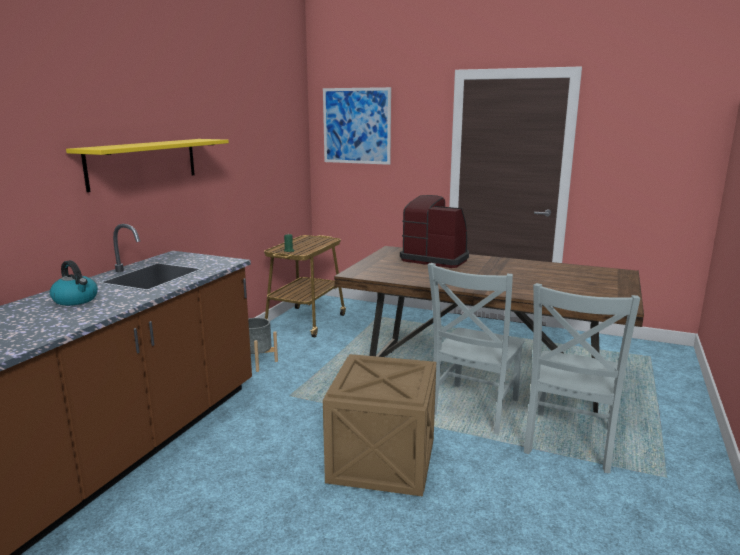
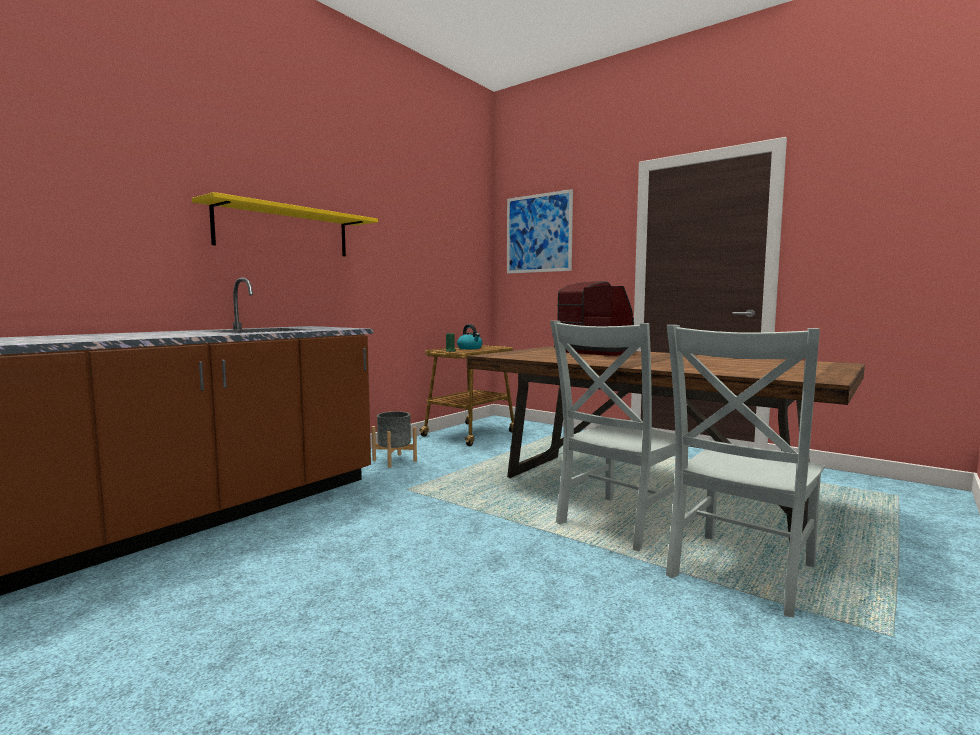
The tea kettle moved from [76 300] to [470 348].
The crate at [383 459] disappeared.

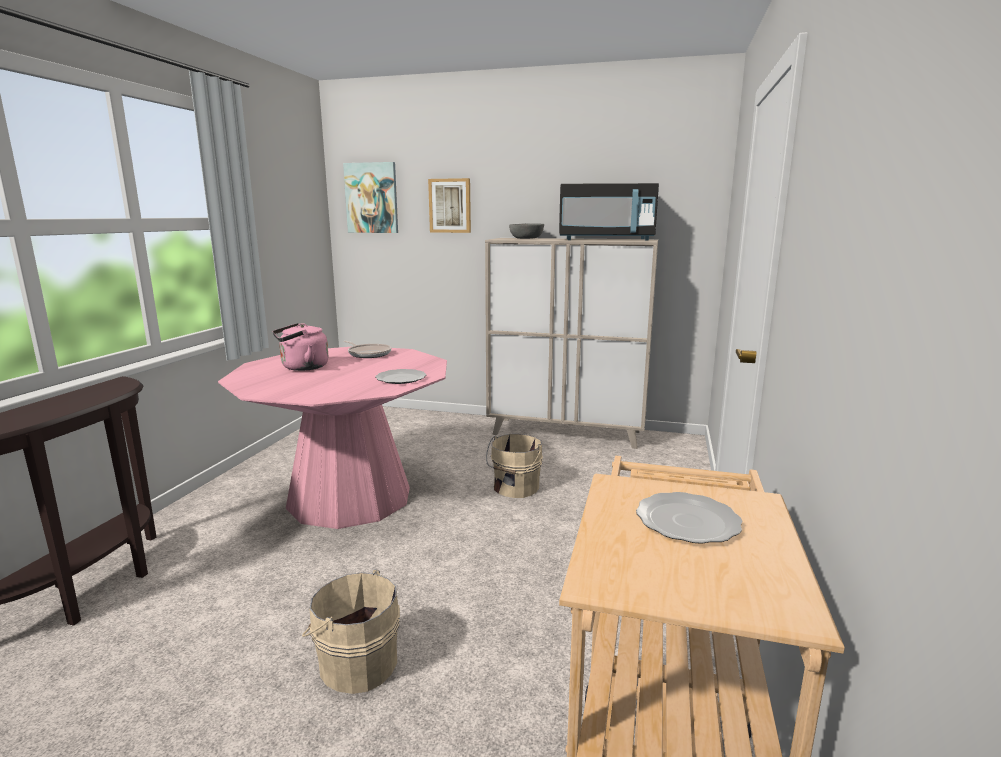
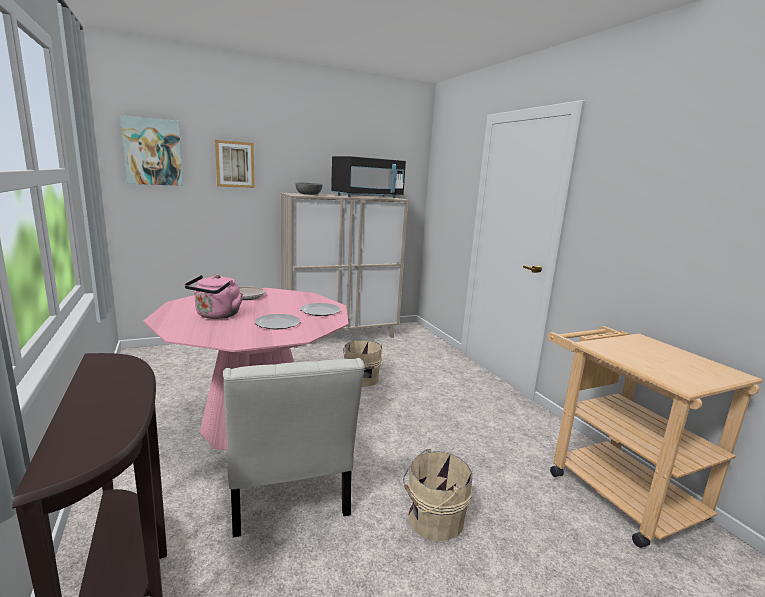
The dinner plate moved from [686 521] to [277 323].
The white-coloured upright chair at [287 493] appeared.

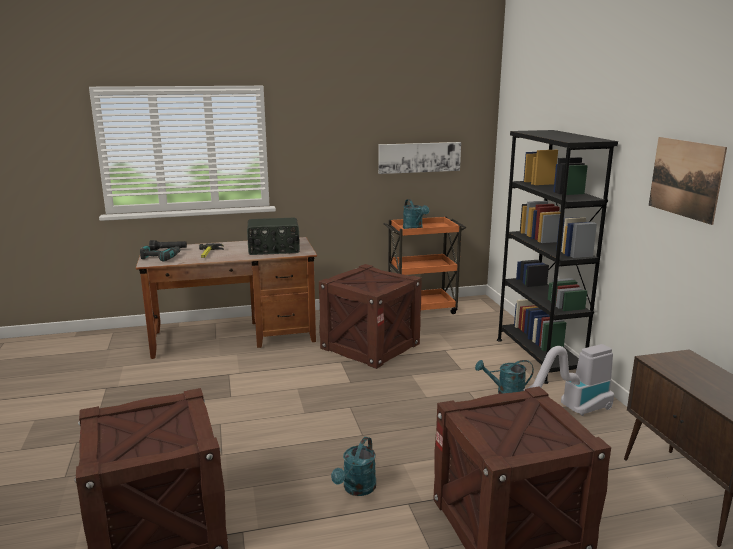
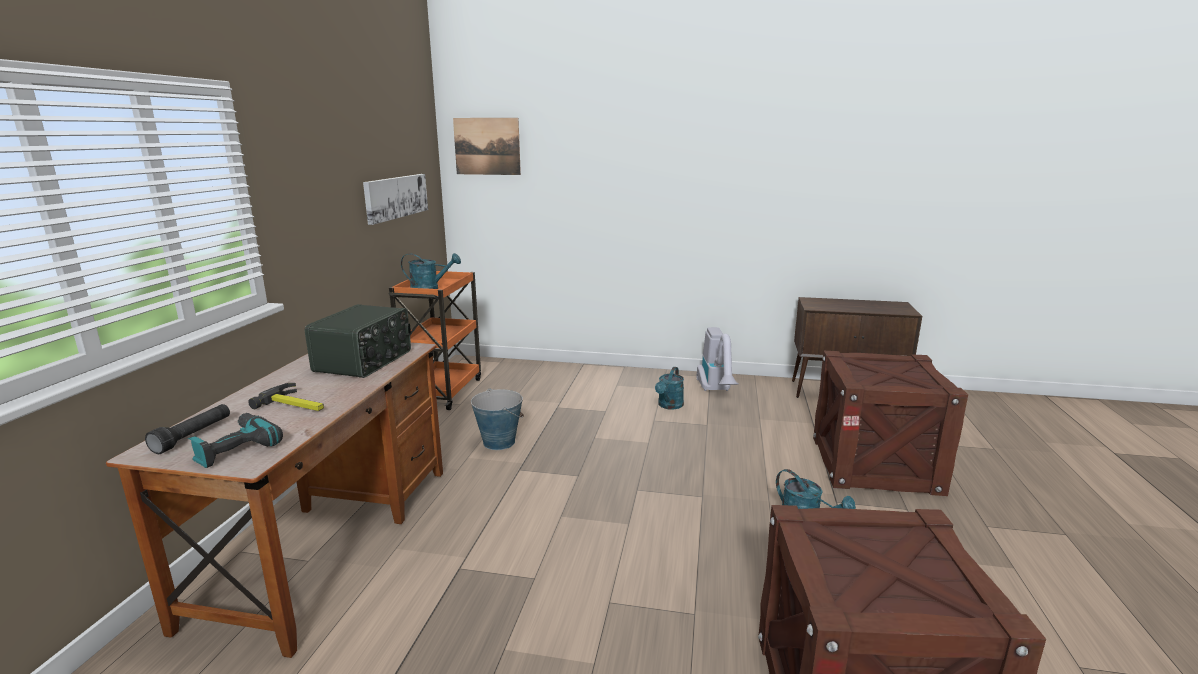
The crate at [370 346] was replaced by the pail at [499 442].
The black-coloured shelving unit at [538 357] disappeared.
The picture moved from [685 178] to [487 146].

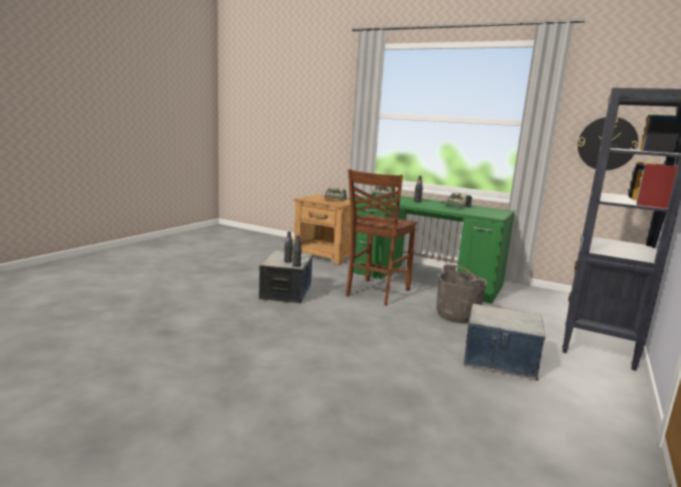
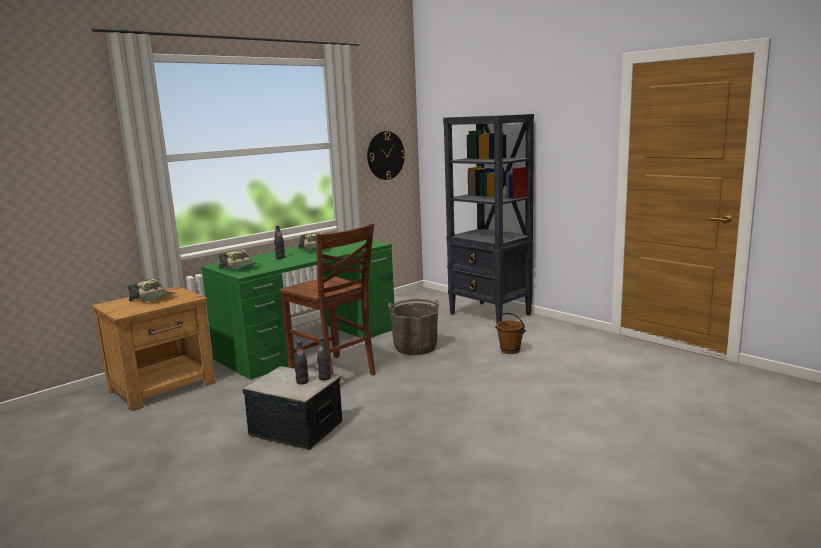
The storage bin at [499 361] was replaced by the brown-coloured pail at [510 350].

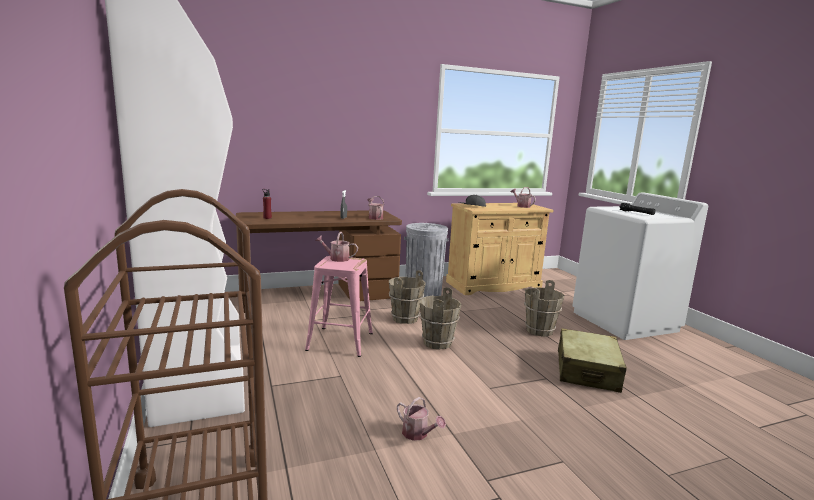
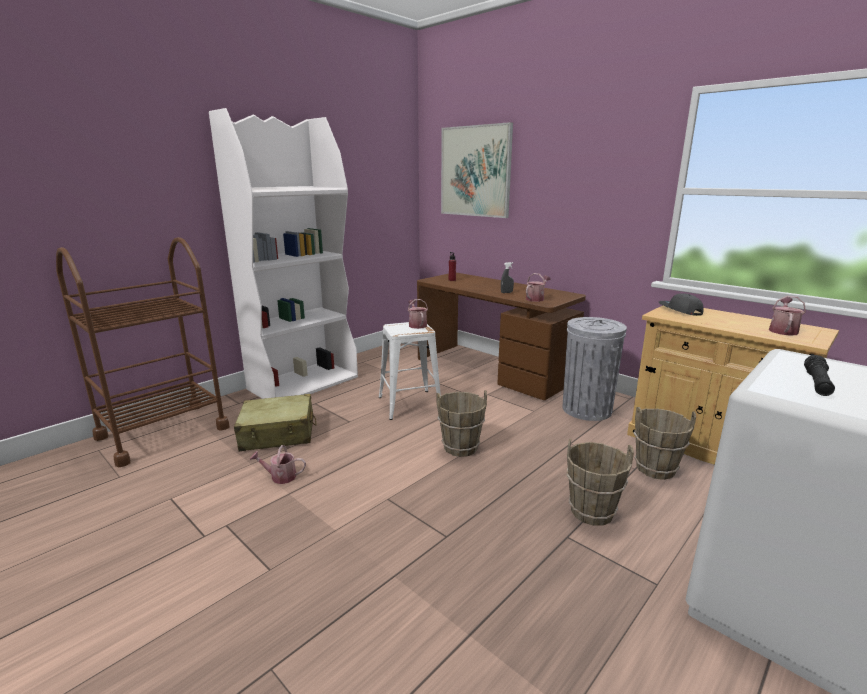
The pink-coloured sitting stool at [339 341] became the white-coloured sitting stool at [409 404].
The brown-coloured pail moved from [404 318] to [655 469].
The sprinkling can at [418 434] turned 75 degrees clockwise.
The beige-coloured piece of luggage moved from [587 371] to [278 434].
The picture at [475 171] appeared.

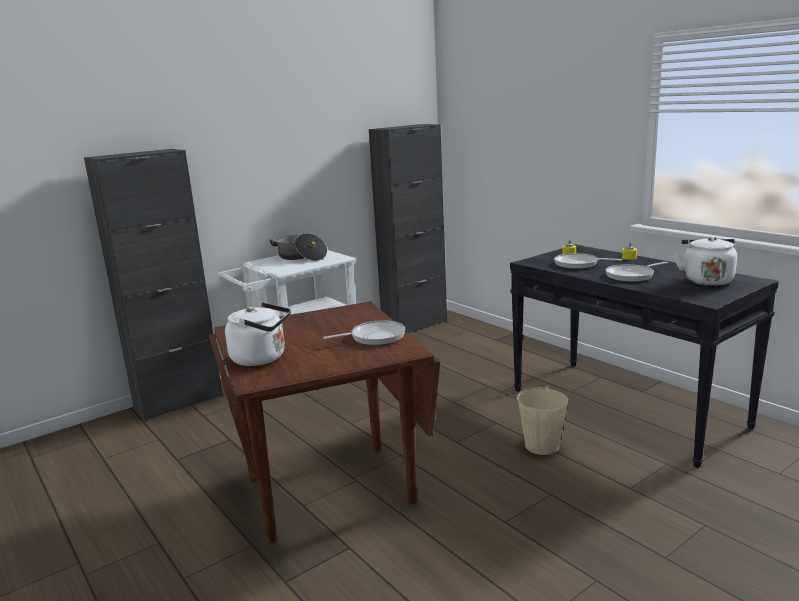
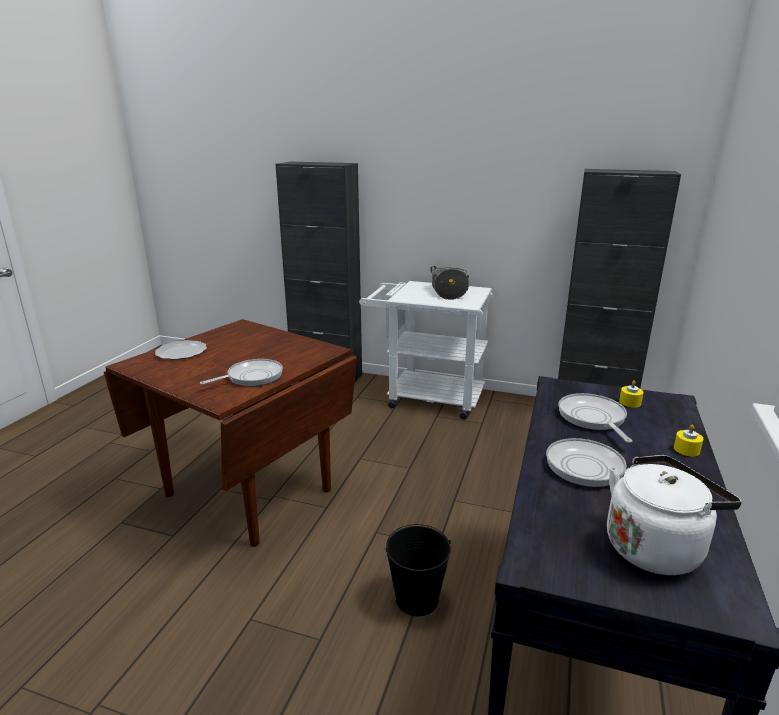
The white-coloured tea kettle at [262 358] was replaced by the dinner plate at [181 352].
The pan at [374 337] turned 75 degrees counterclockwise.
The beige-coloured pail at [542 446] became the black-coloured pail at [417 599].

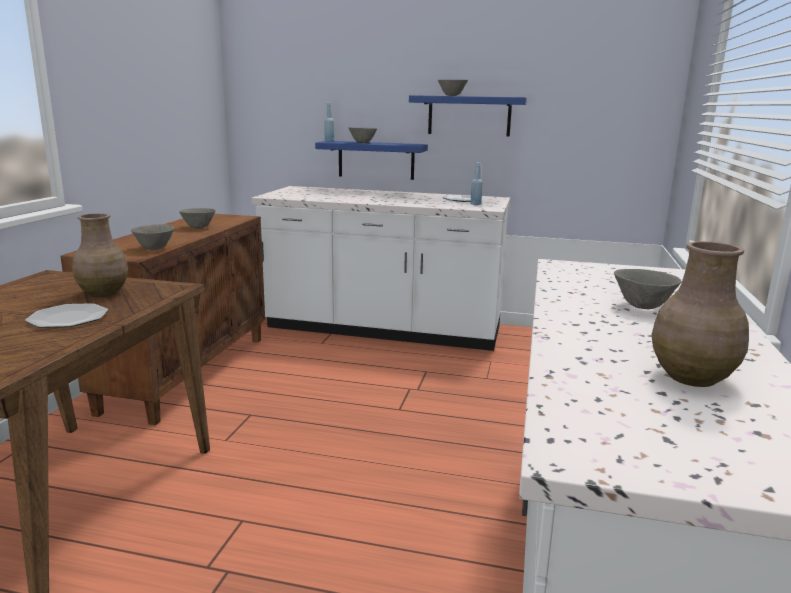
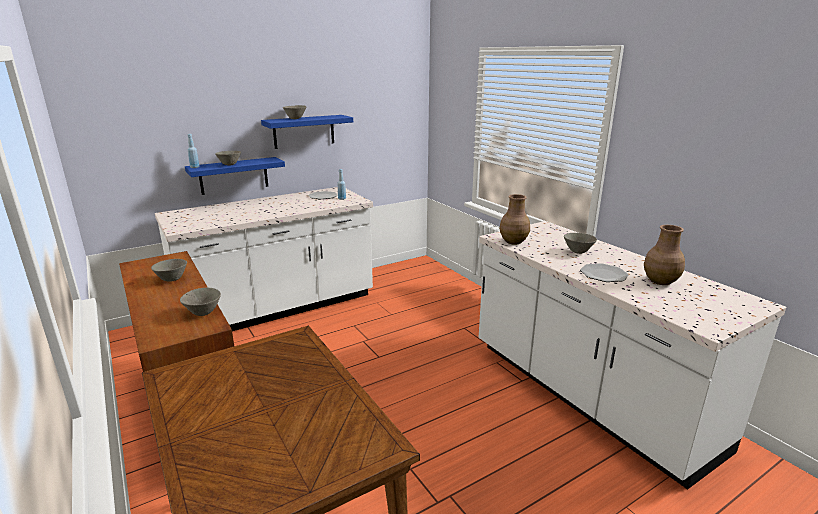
The dinner plate moved from [68 318] to [603 274].
The brown-coloured decorative vase moved from [104 293] to [513 241].

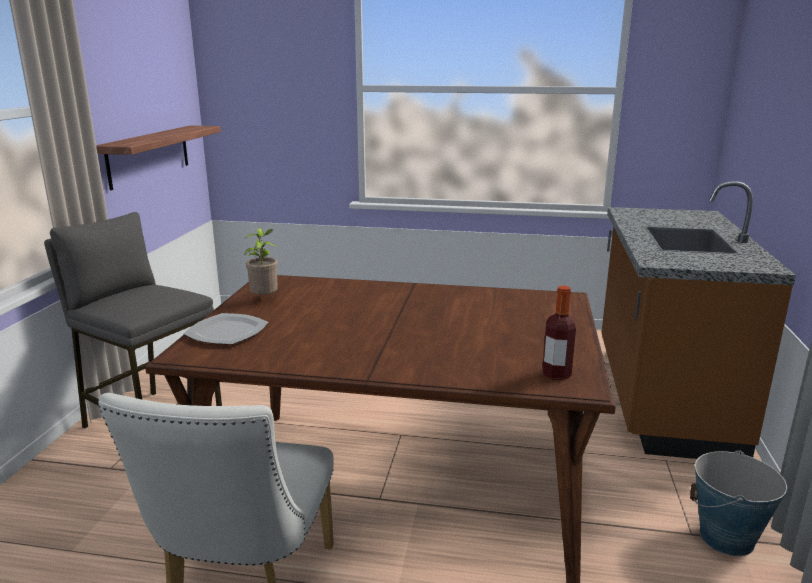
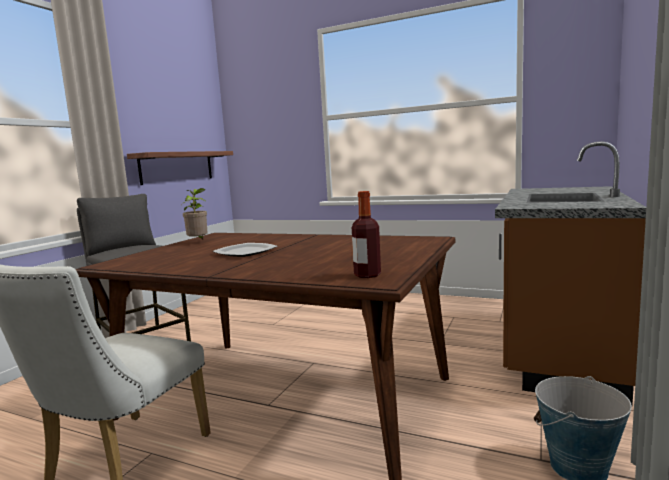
The dinner plate moved from [228 332] to [246 252].

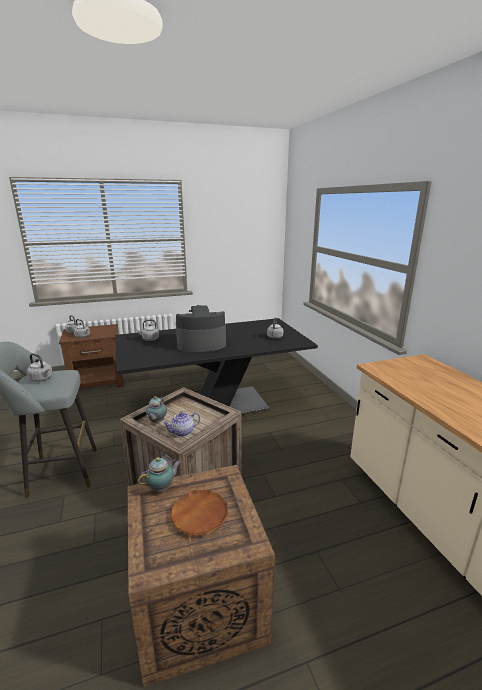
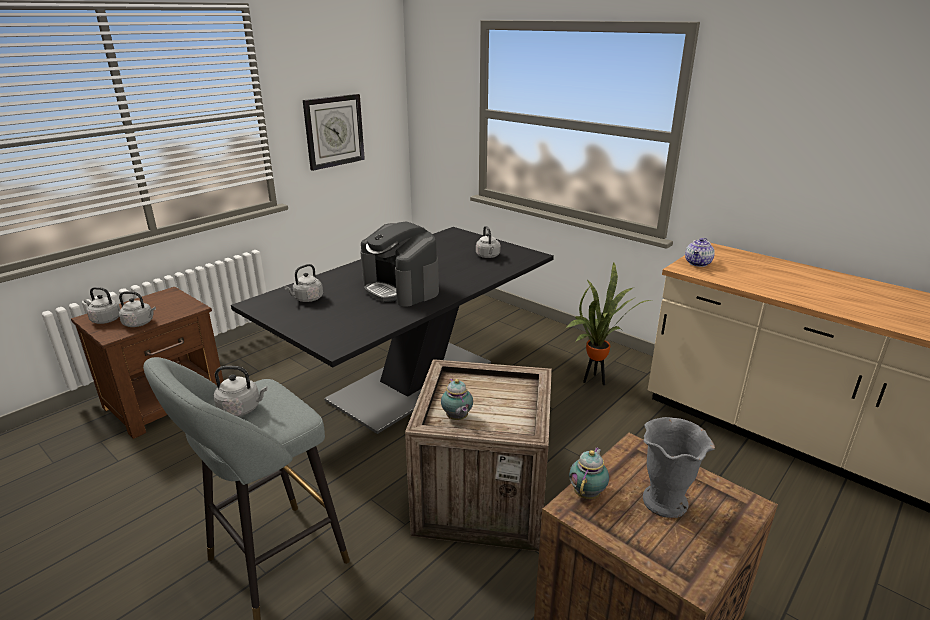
The tea pot moved from [182 432] to [698 263].
The brown-coloured dinner plate at [199 515] was replaced by the greyish decorative vase at [665 501].
The coffee brewer at [201 344] turned 90 degrees counterclockwise.
The hanging clock at [334 131] appeared.
The plant in a pot at [595 380] appeared.

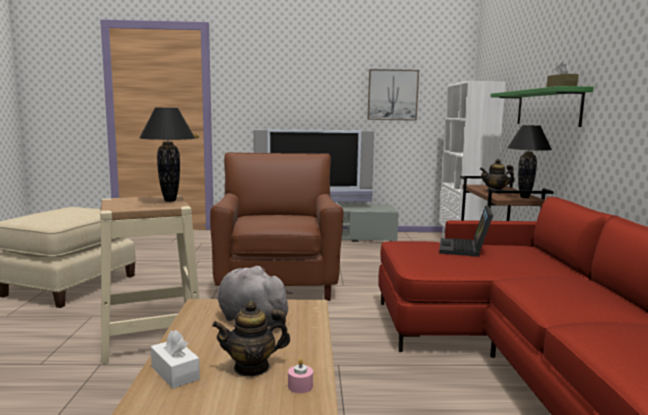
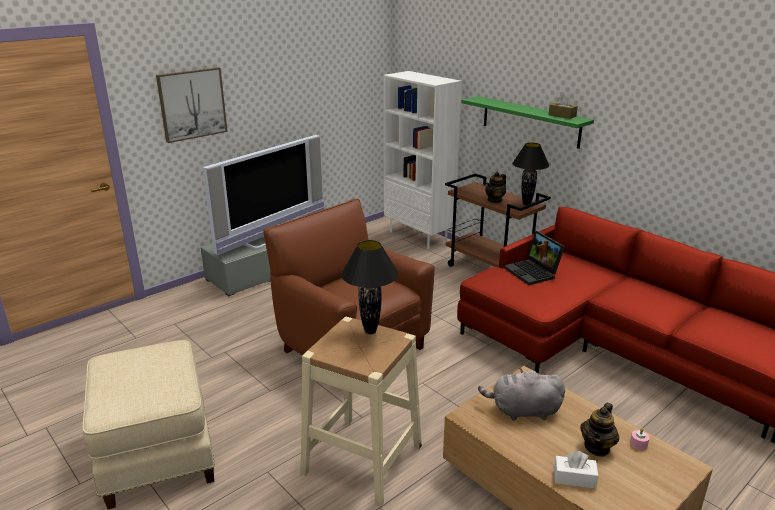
The picture moved from [392 95] to [192 104].

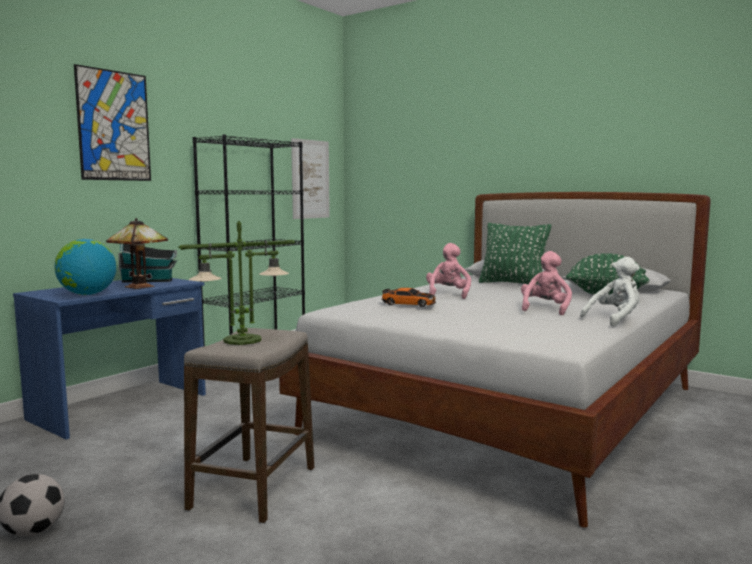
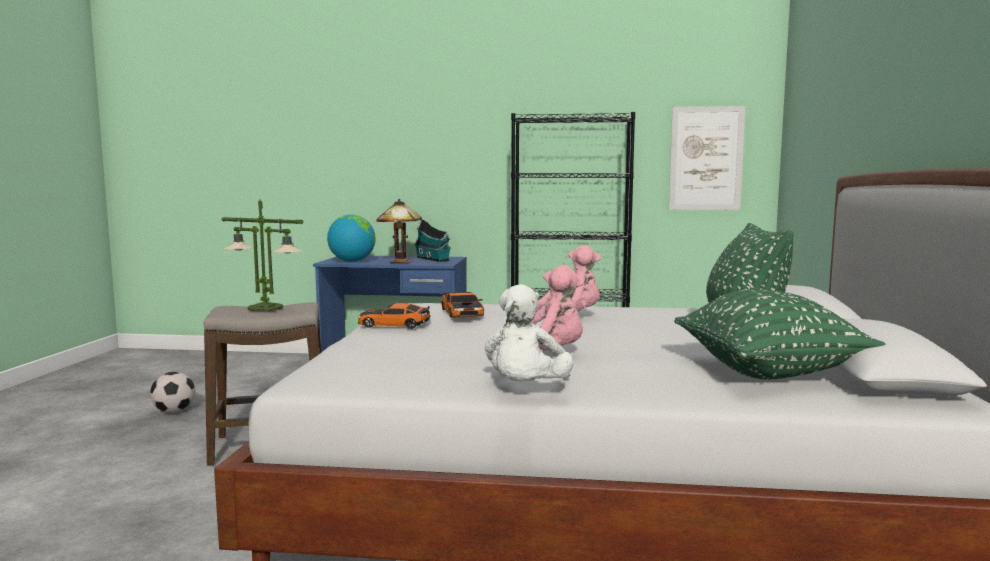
The picture at [114 126] disappeared.
The white-coloured plush toy at [615 319] turned 75 degrees clockwise.
The miniature car at [394 324] appeared.

